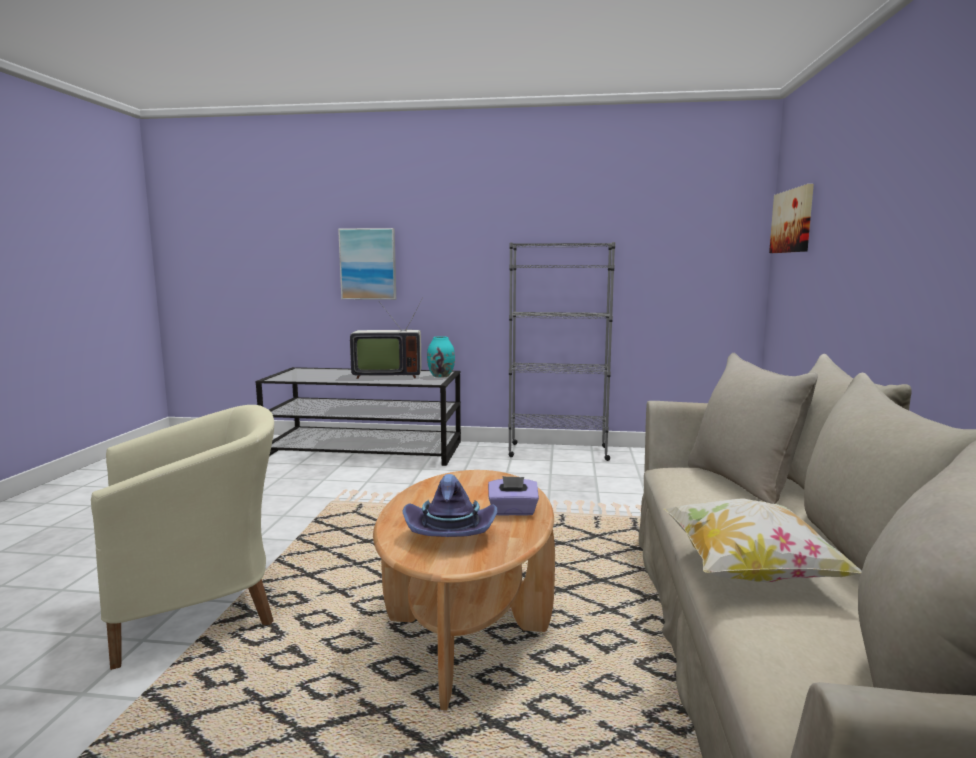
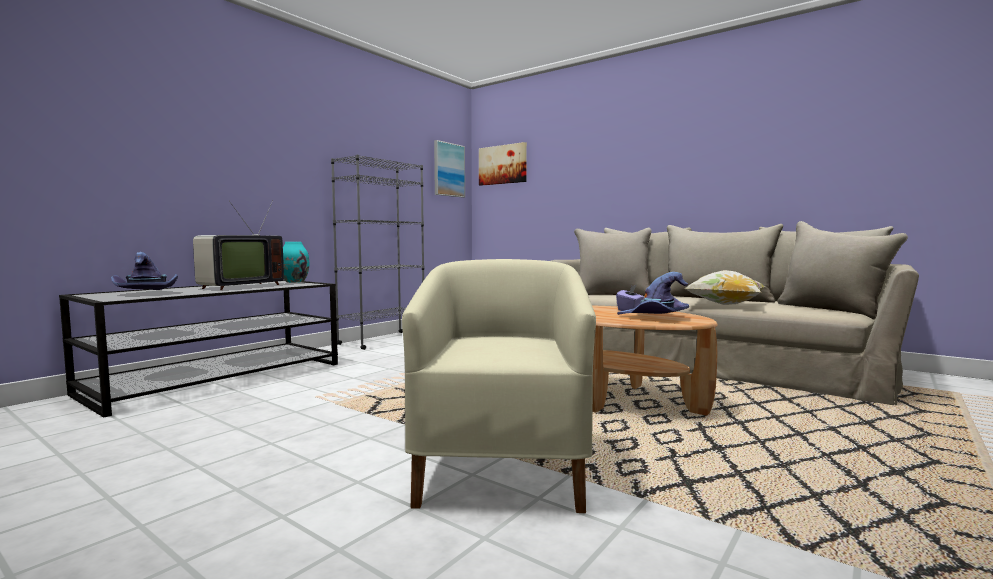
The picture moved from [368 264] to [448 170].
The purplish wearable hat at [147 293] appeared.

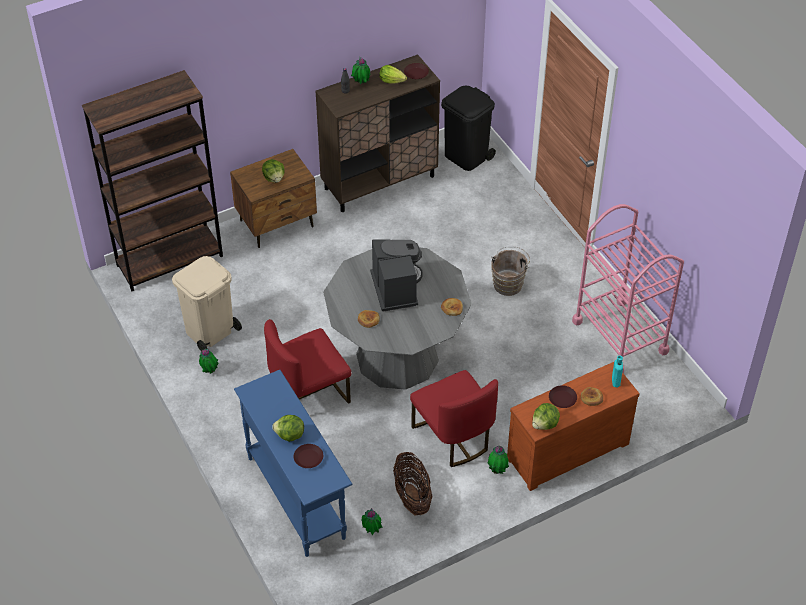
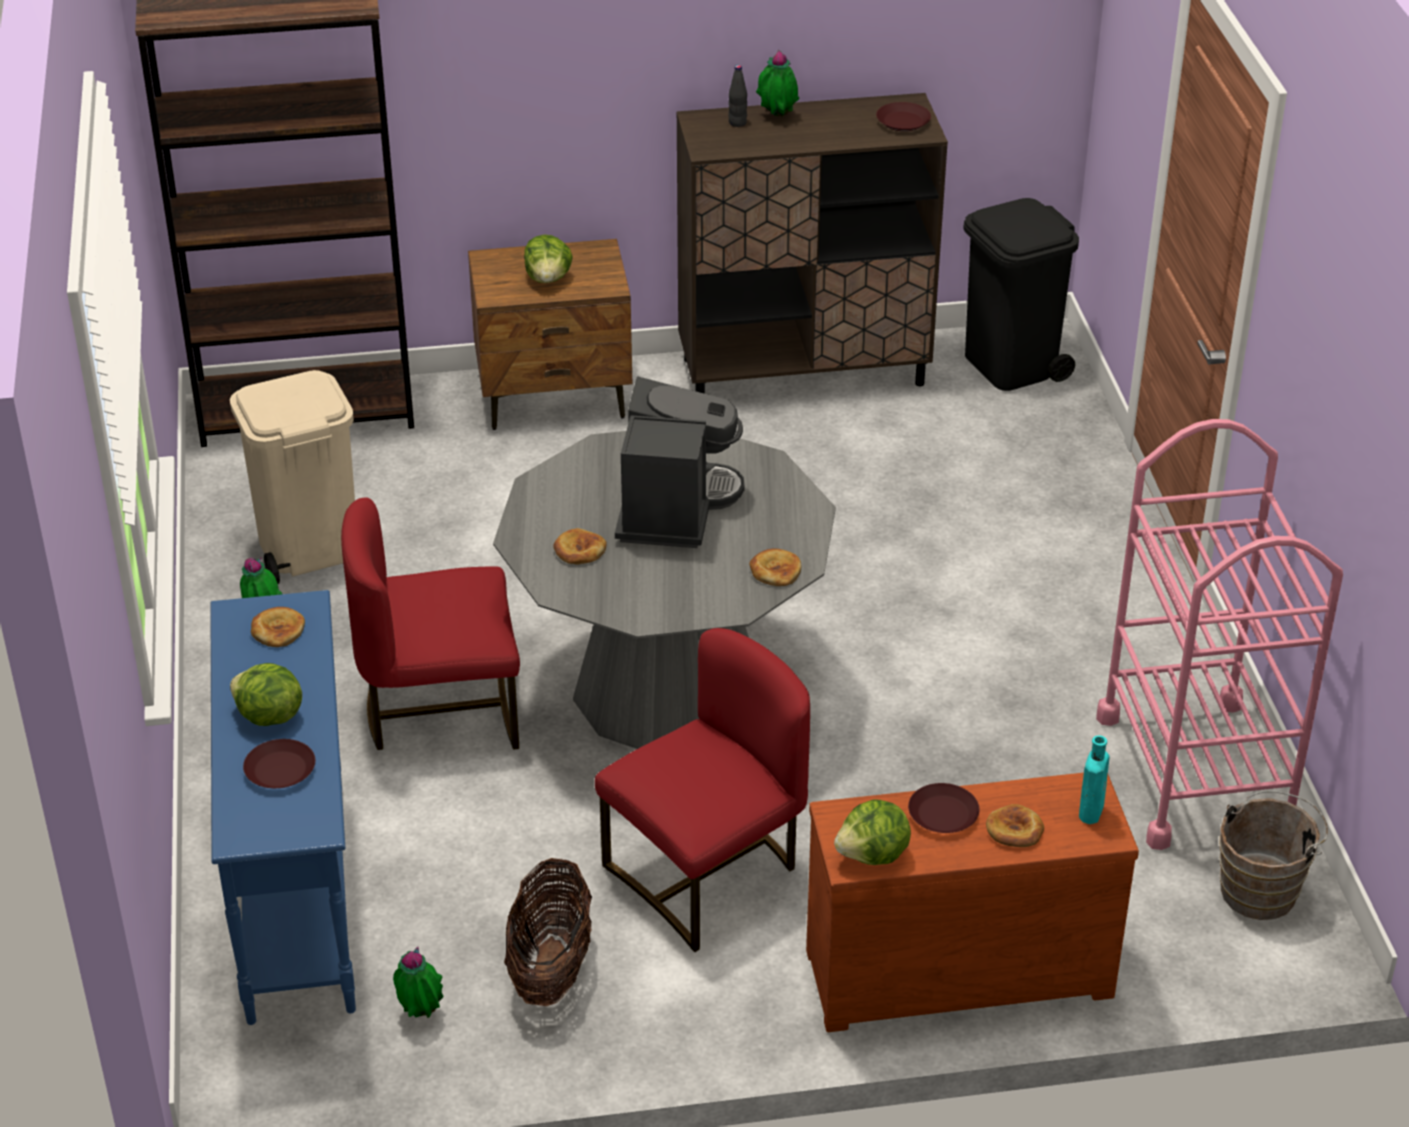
The head of lettuce at [391 81] disappeared.
The red upright chair at [453 437] turned 120 degrees counterclockwise.
The plant in a pot at [497 470] disappeared.
The brown-coloured pail moved from [508 283] to [1262 889].
The baked bread at [278 630] appeared.

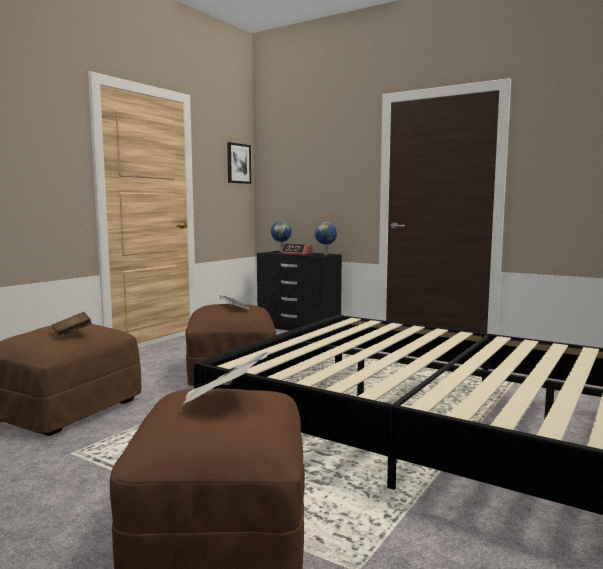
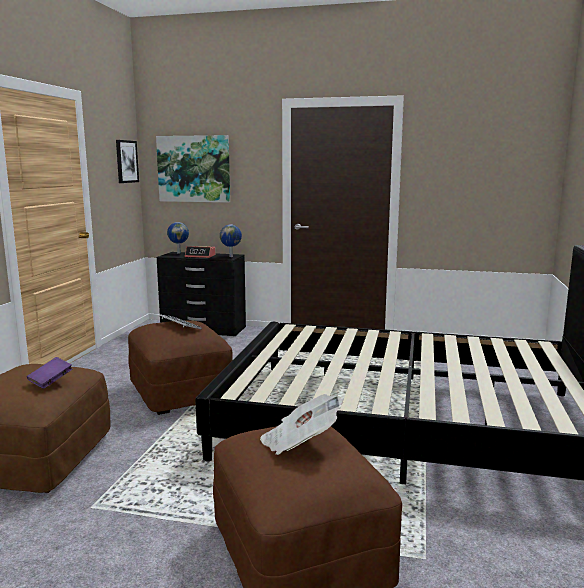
The brown-coloured book at [72 333] became the purplish book at [51 381].
The picture at [194 169] appeared.

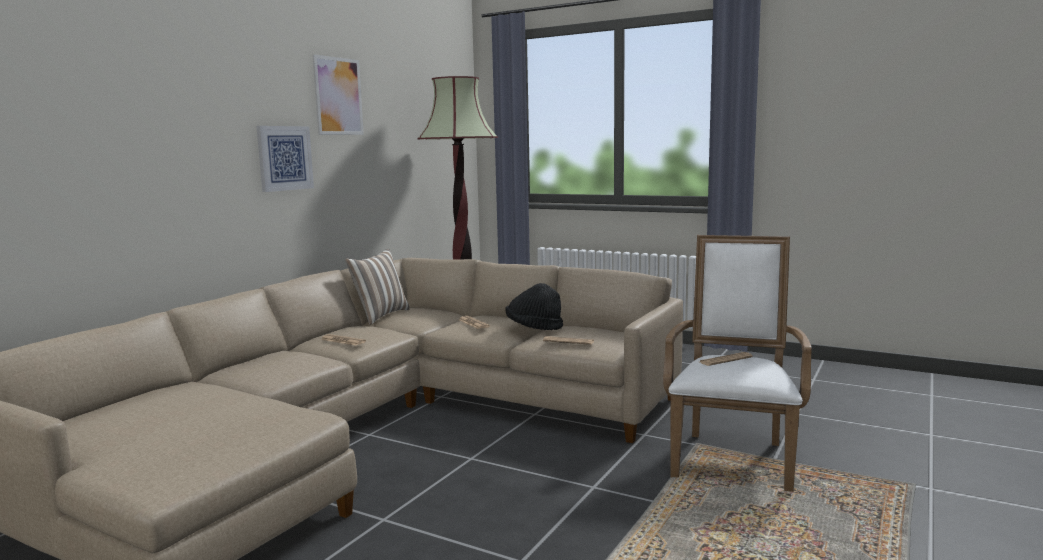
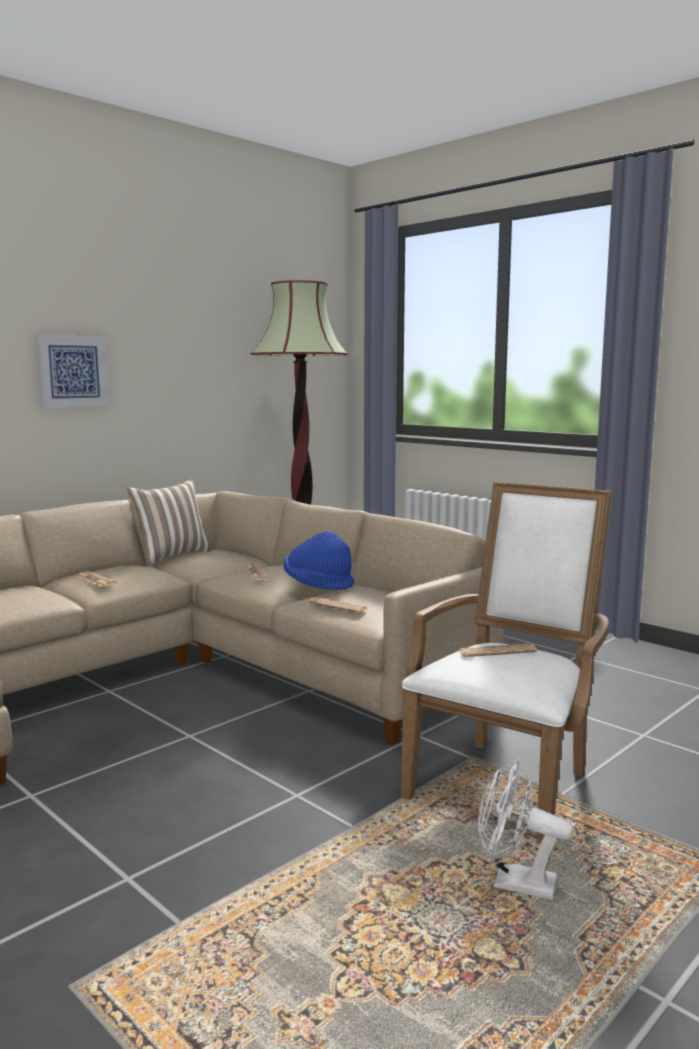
The picture at [338 96] disappeared.
The black-coloured wearable hat at [534 328] became the bluish wearable hat at [318 585].
The white-coloured fan at [514 883] appeared.

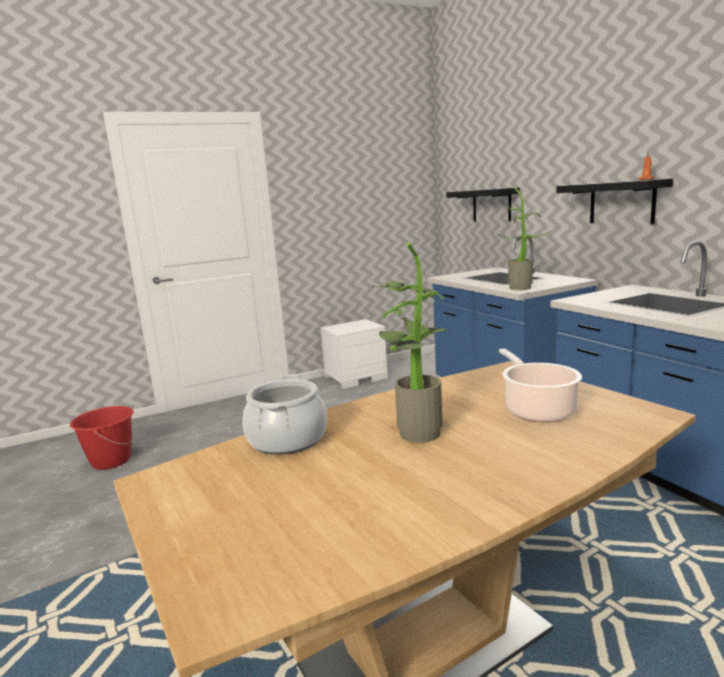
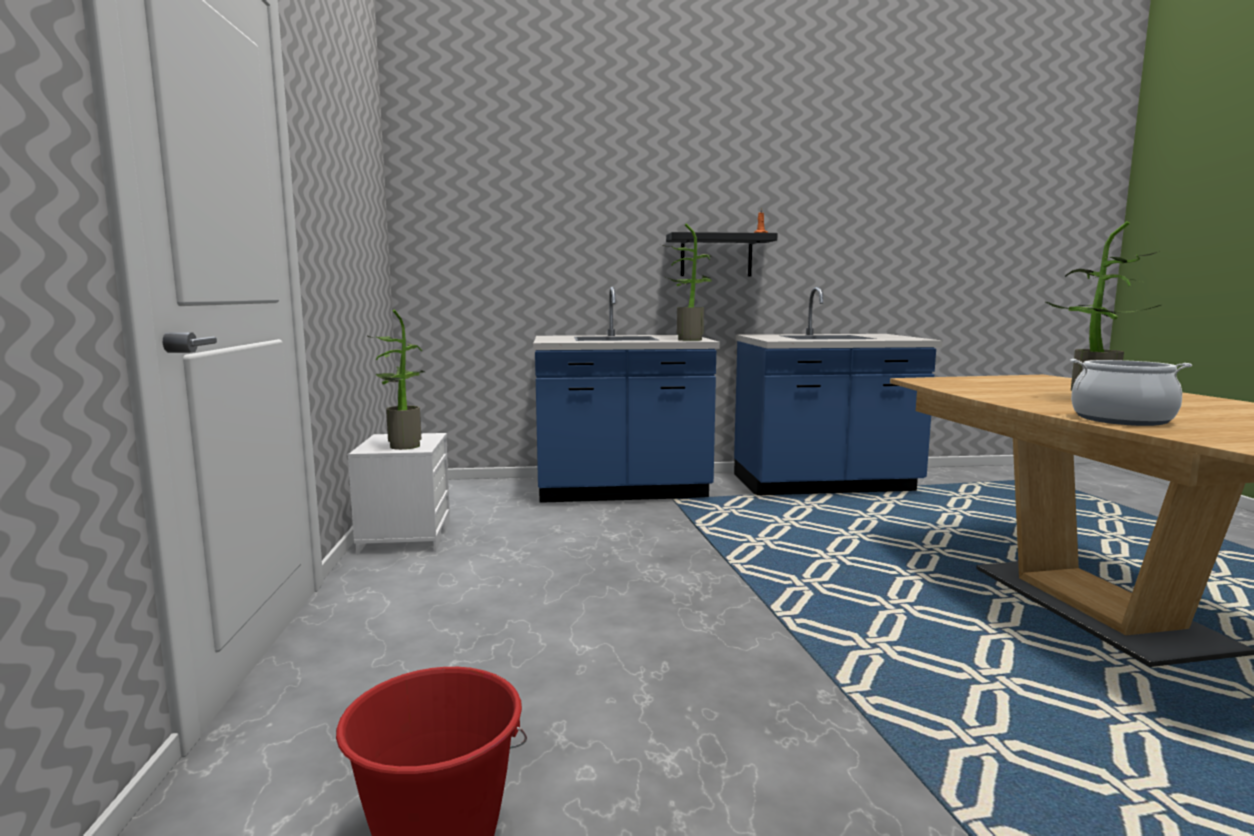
The black-coloured shelf at [491 205] disappeared.
The stockpot at [537 409] disappeared.
The plant in a pot at [402 445] appeared.

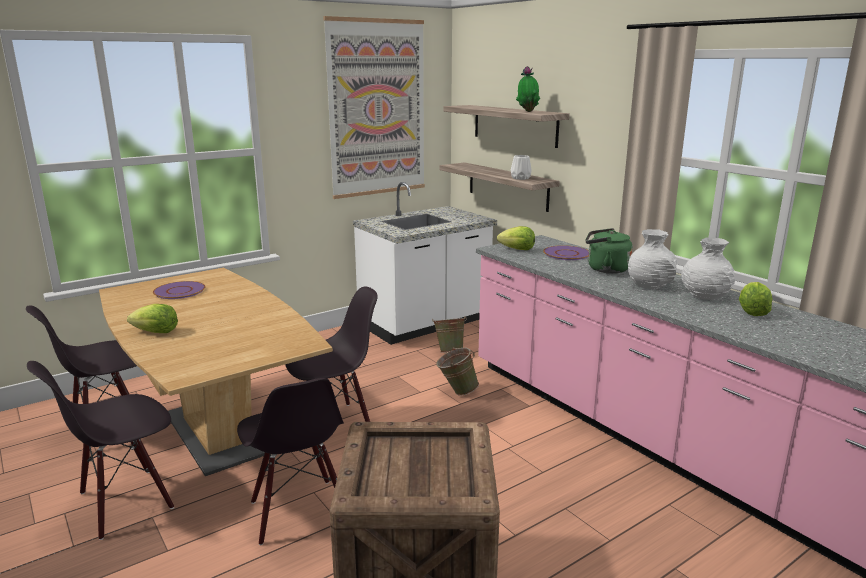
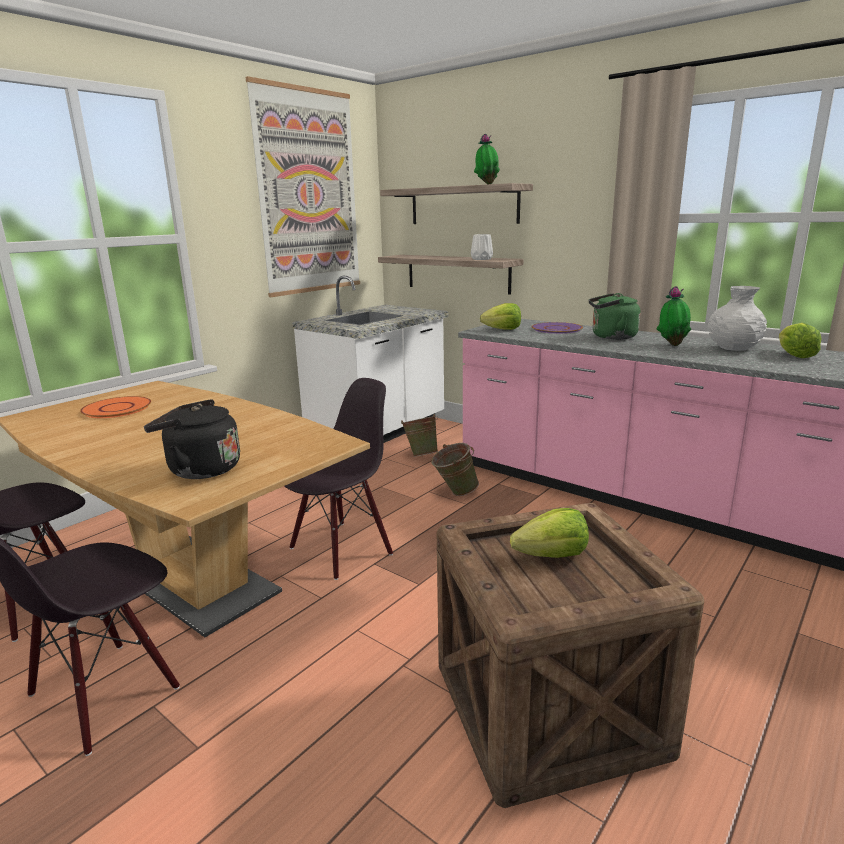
The head of lettuce moved from [156 332] to [552 556].
The purplish dinner plate at [179 291] became the orange dinner plate at [117 408].
The black-coloured upright chair at [299 511] disappeared.
The white-coloured decorative vase at [650 285] was replaced by the plant in a pot at [672 345].
The black-coloured tea kettle at [200 469] appeared.

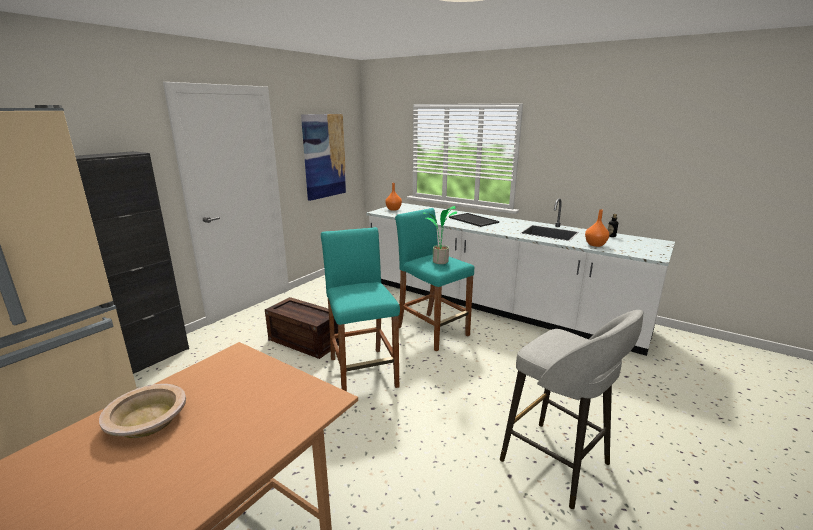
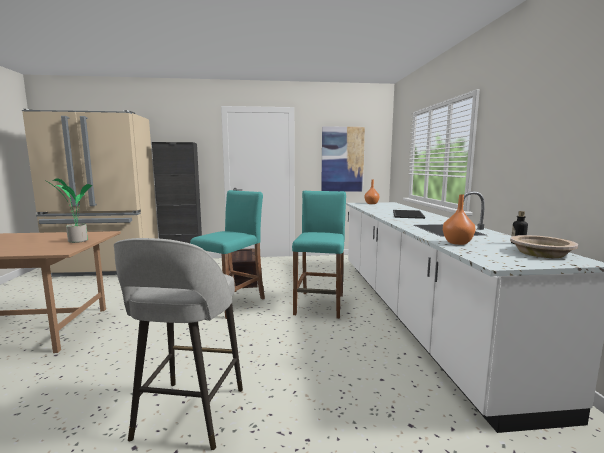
The beige-coloured bowl moved from [147 420] to [541 253].
The plant in a pot moved from [440 262] to [76 241].

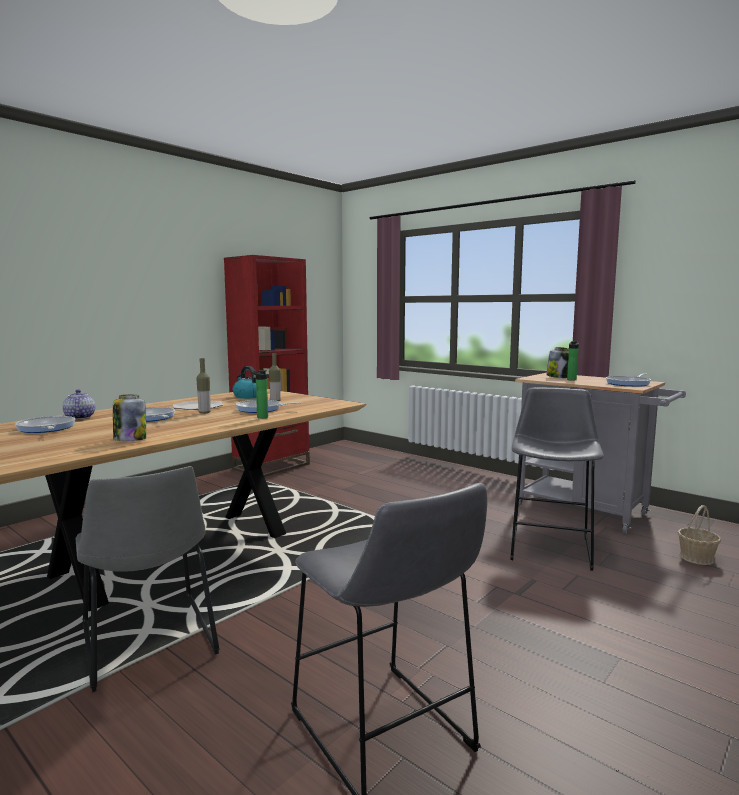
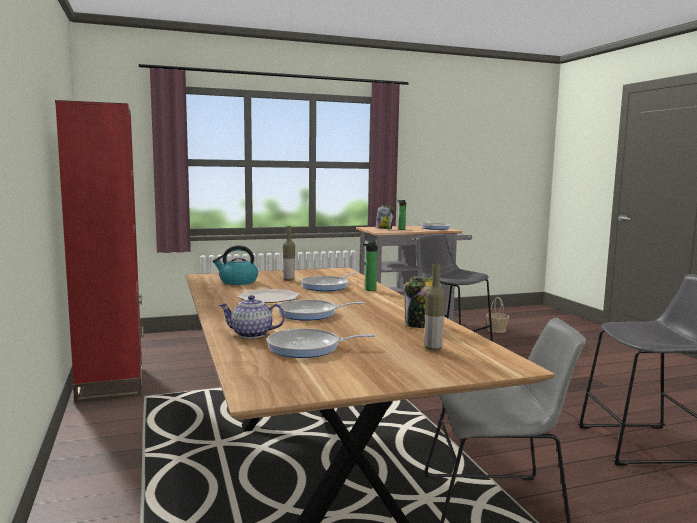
The drink bottle moved from [204 412] to [433 348].

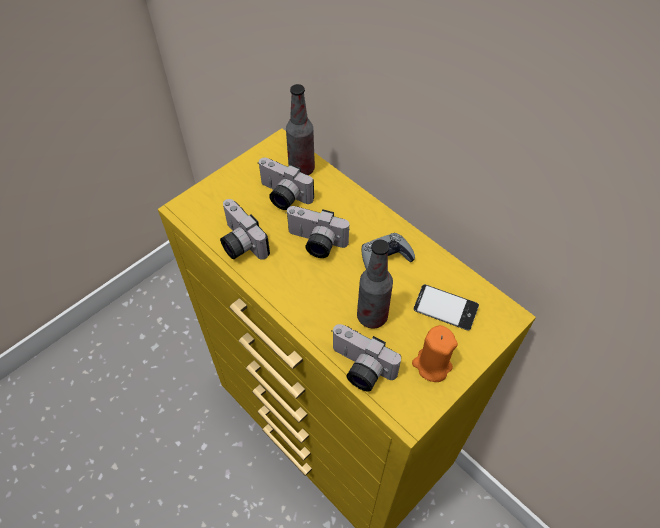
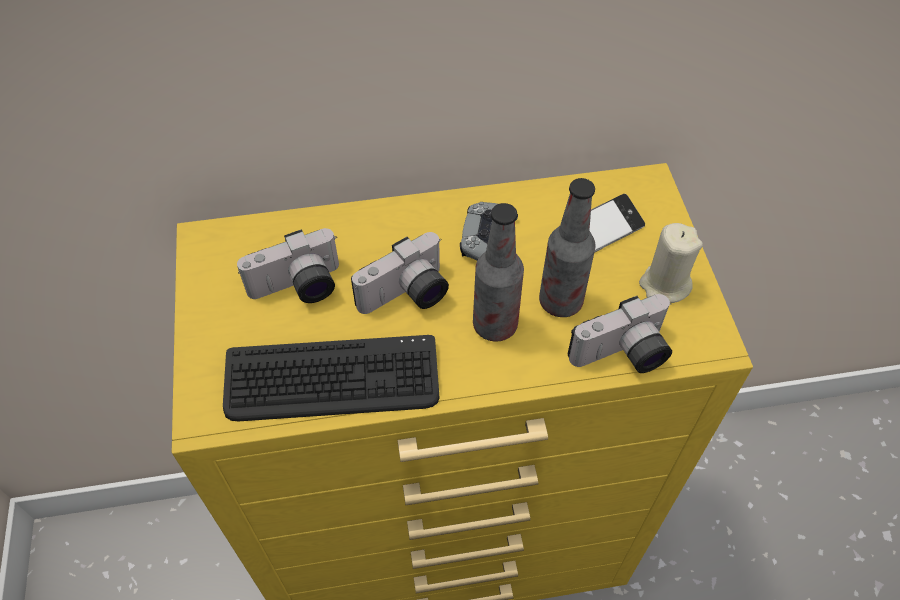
The photo camera at [239 243] was replaced by the computer keyboard at [332 380].
The drink bottle moved from [301 169] to [495 325].
The orange wax candle at [431 365] became the beige-coloured wax candle at [664 285].

